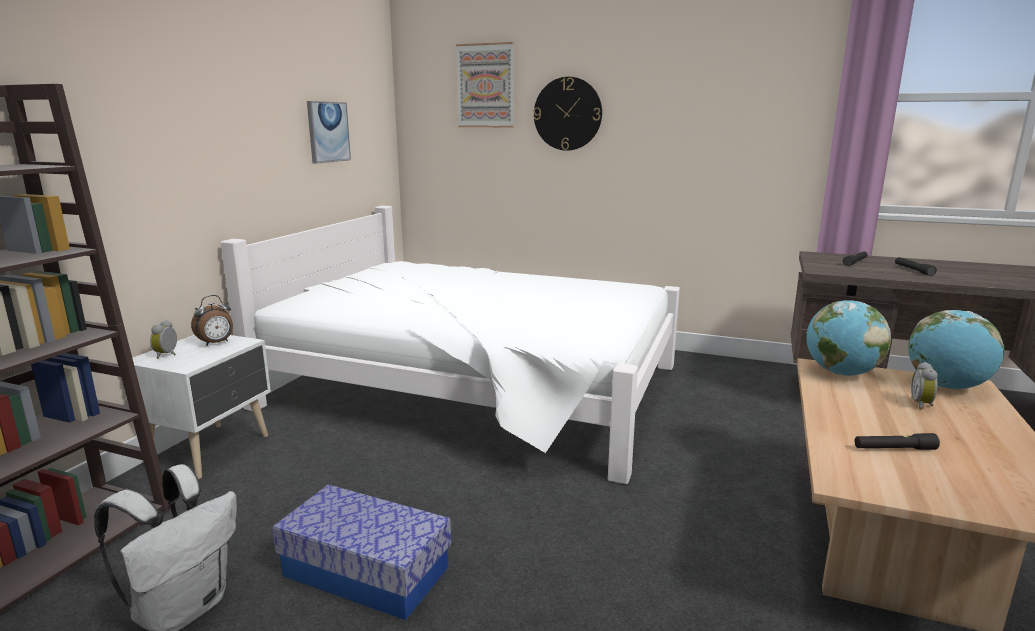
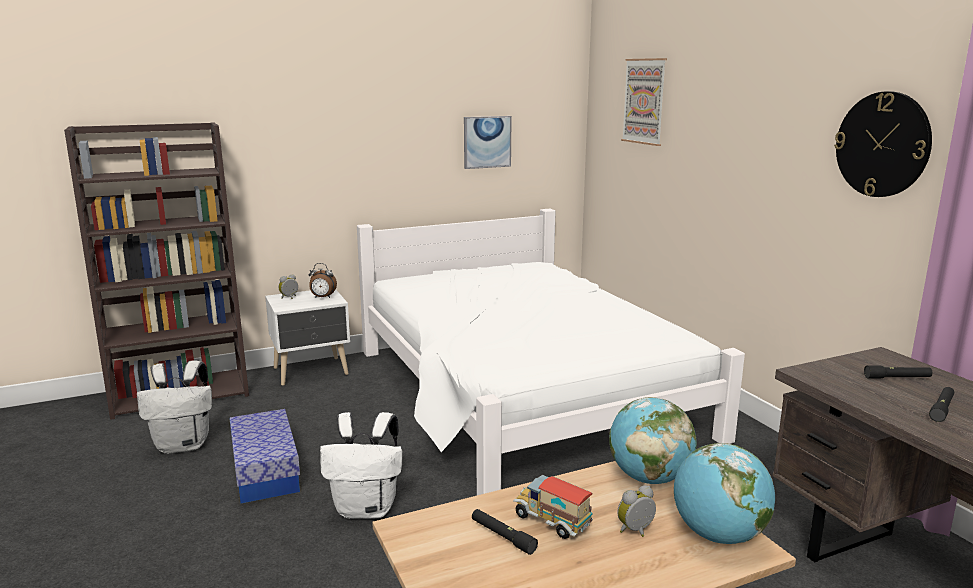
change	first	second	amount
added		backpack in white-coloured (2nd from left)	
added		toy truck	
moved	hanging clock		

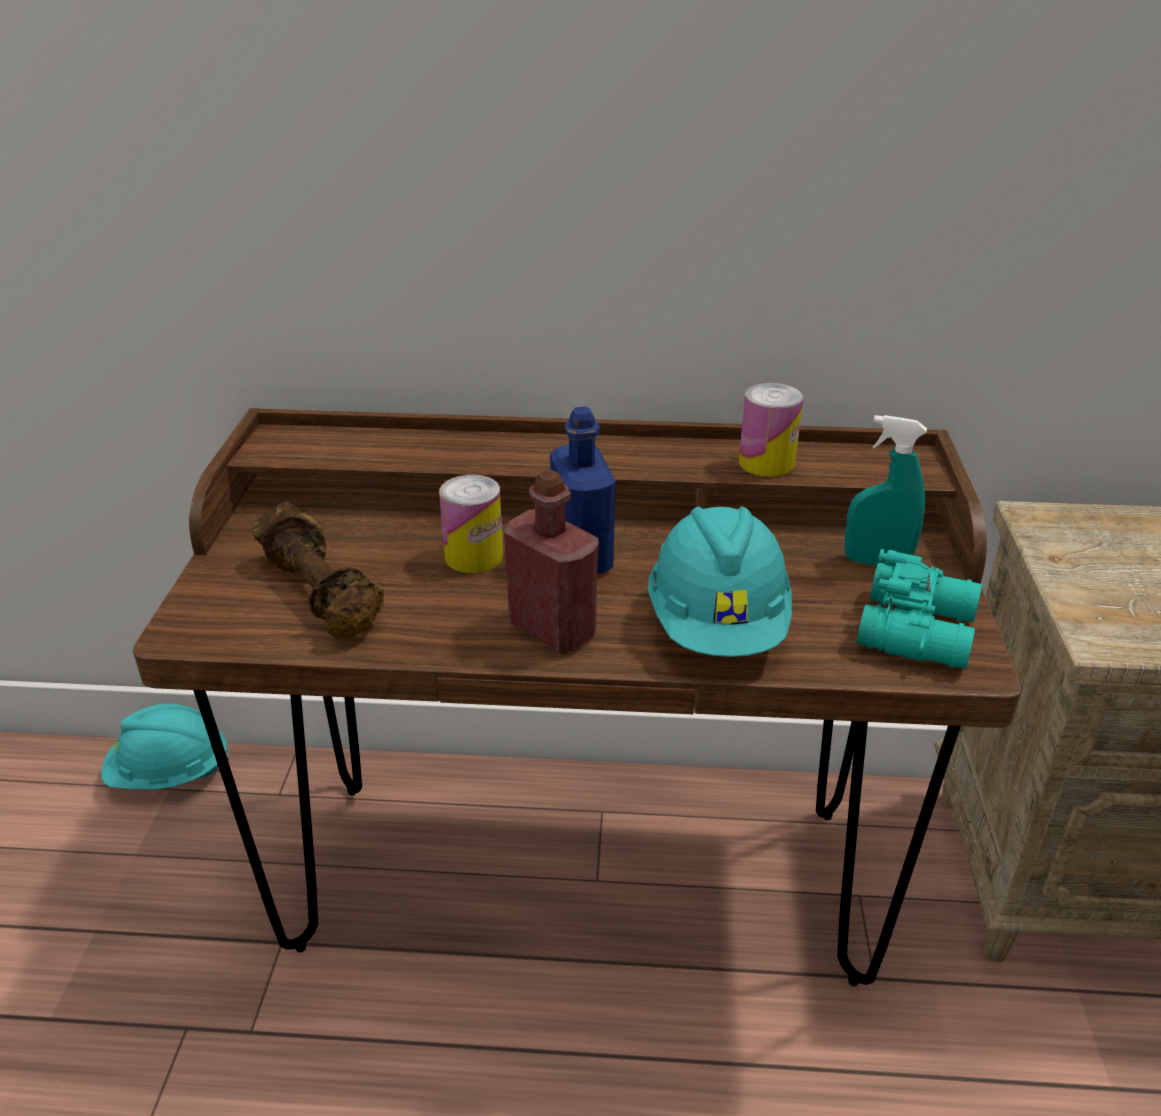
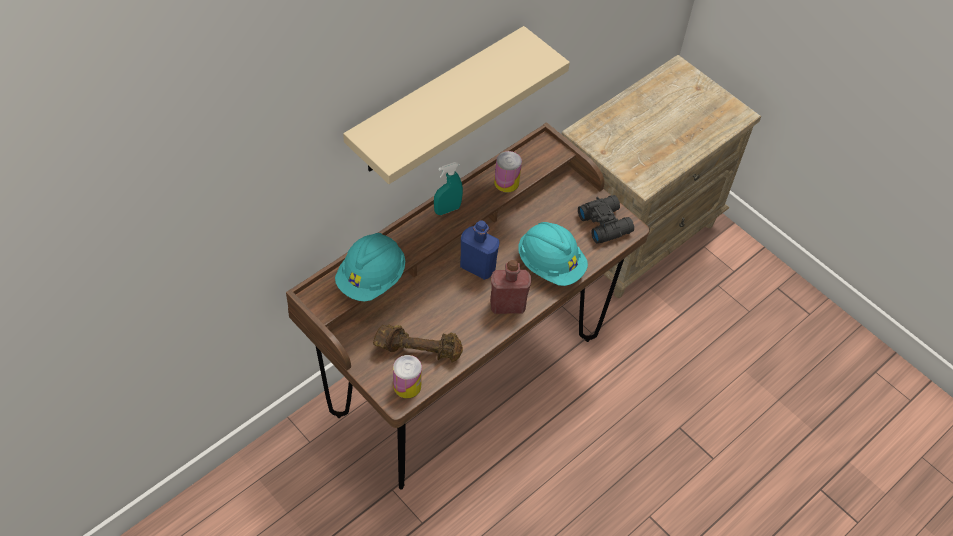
change	first	second	amount
added		wall shelf in beige	
moved	hard hat in blue-green (1st from left)		
moved	sealed can (1st from left)		
moved	hand sprayer in blue-green		
recoloured	pair of binoculars in blue-green	pair of binoculars in blackish	

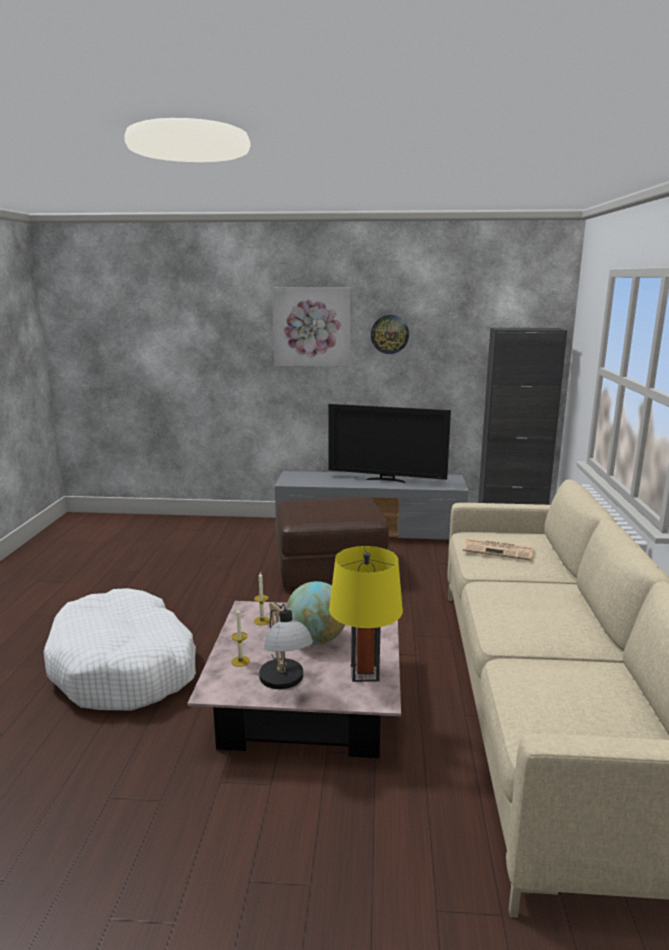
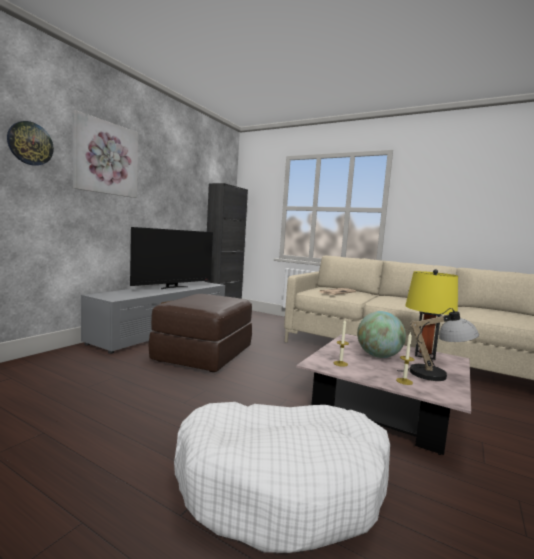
change	first	second	amount
moved	hanging clock		

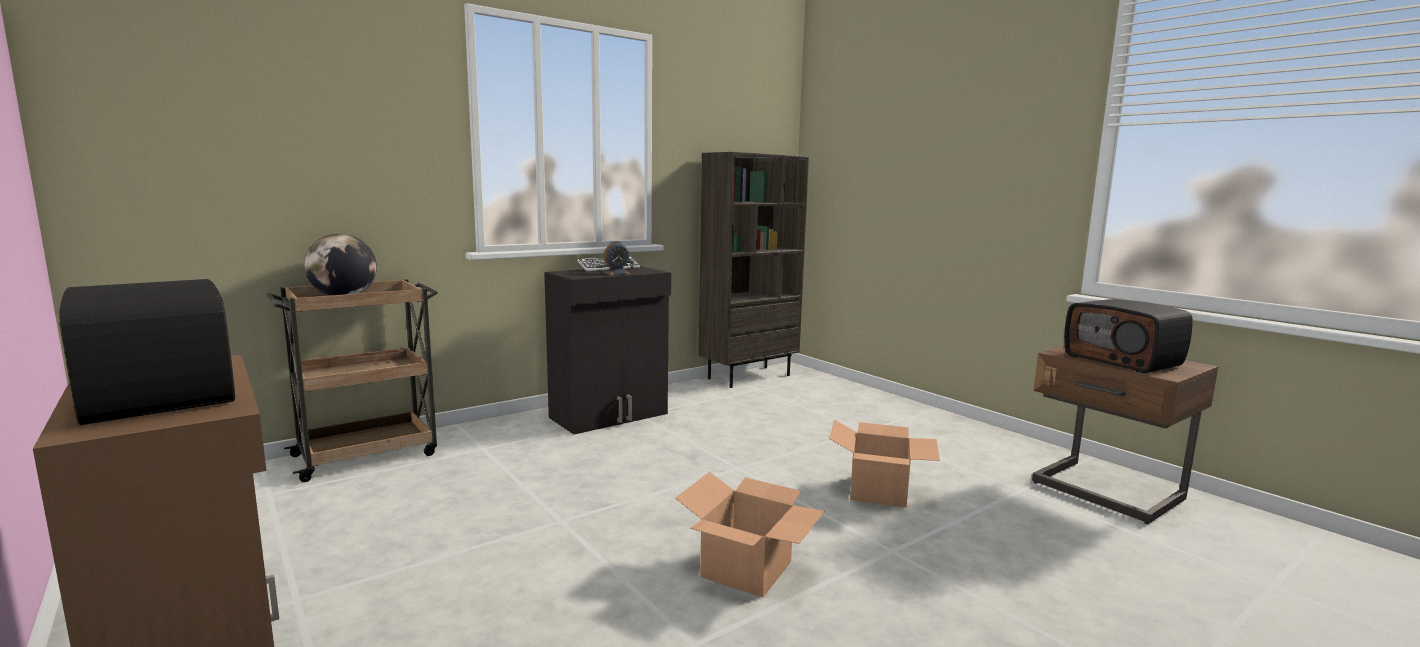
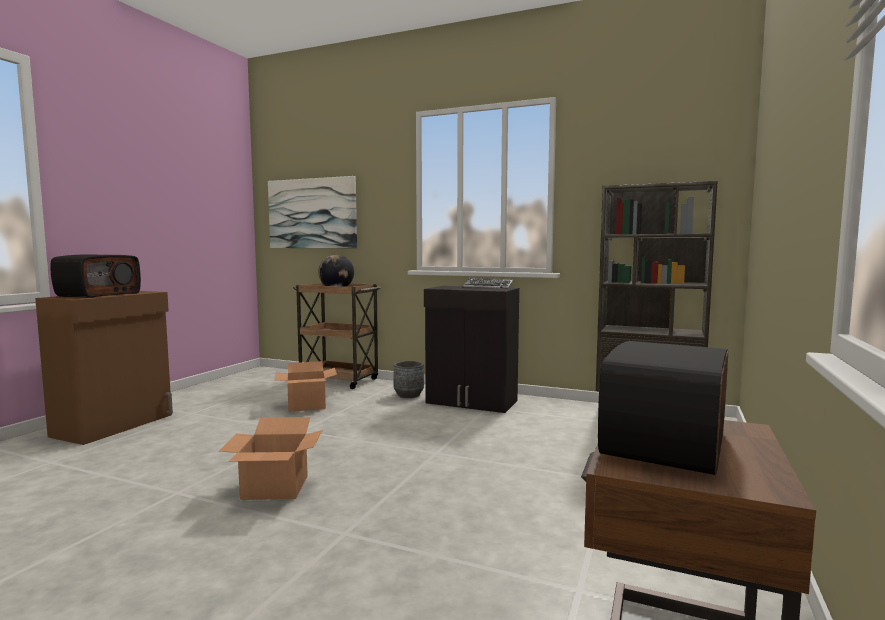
change	first	second	amount
removed	bedside clock		
added		wall picture	
added		flower pot in greyish	
moved	packing box (2nd from left)		

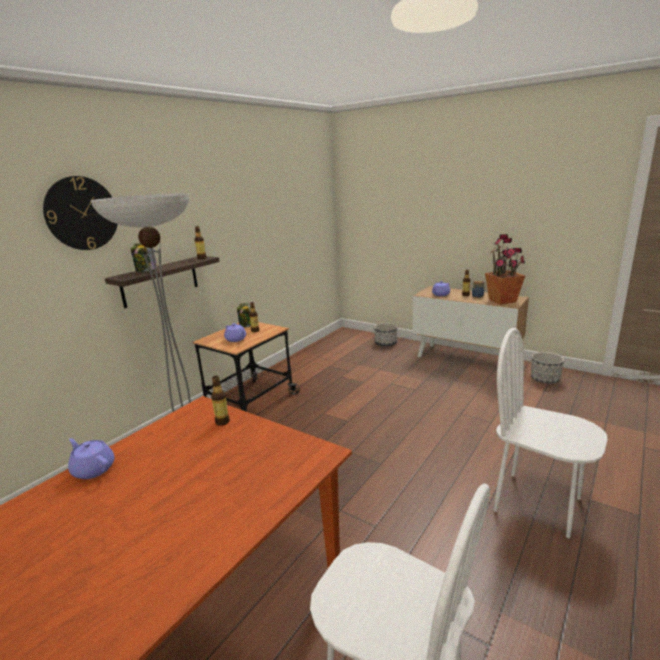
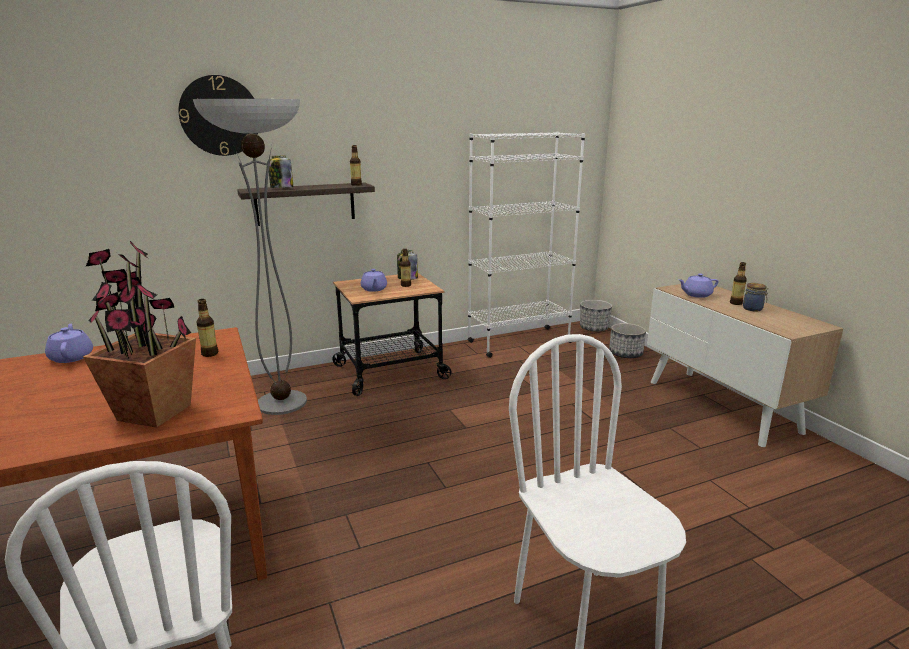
change	first	second	amount
added		bookshelf in white-coloured	
moved	houseplant		
moved	flower pot (2nd from left in the first image)	flower pot (1st from left)	

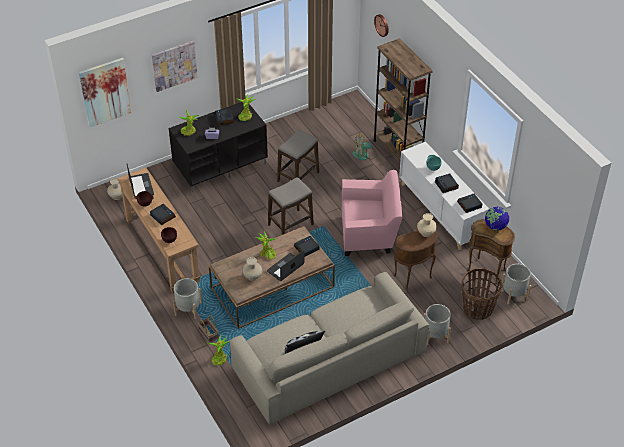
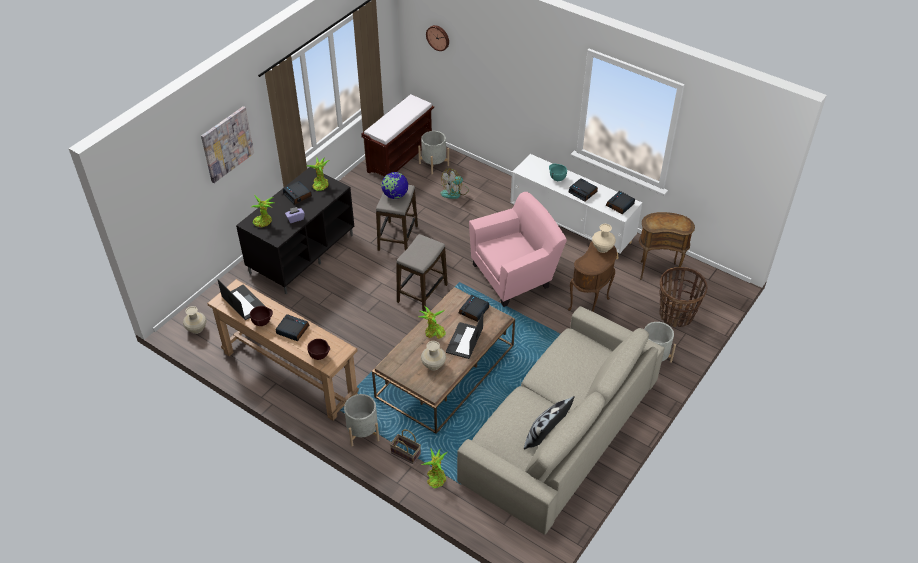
change	first	second	amount
removed	wall picture (1st from left)		
removed	bookshelf in brown		
added		long seat in brown	
moved	globe		
moved	flower pot in greyish (3rd from left in the first image)	flower pot in greyish (2nd from left)	

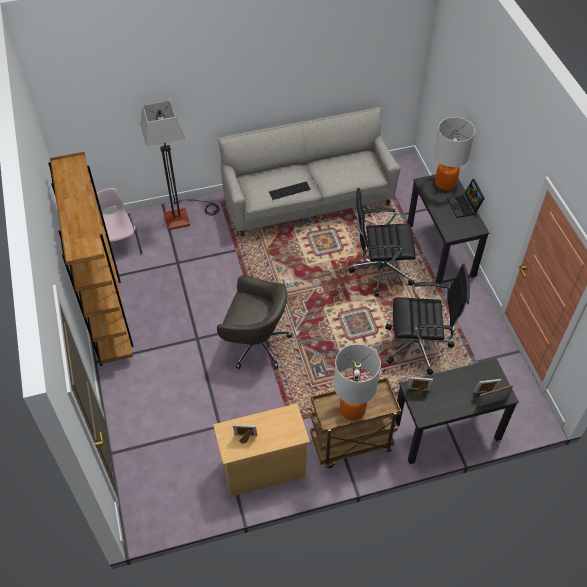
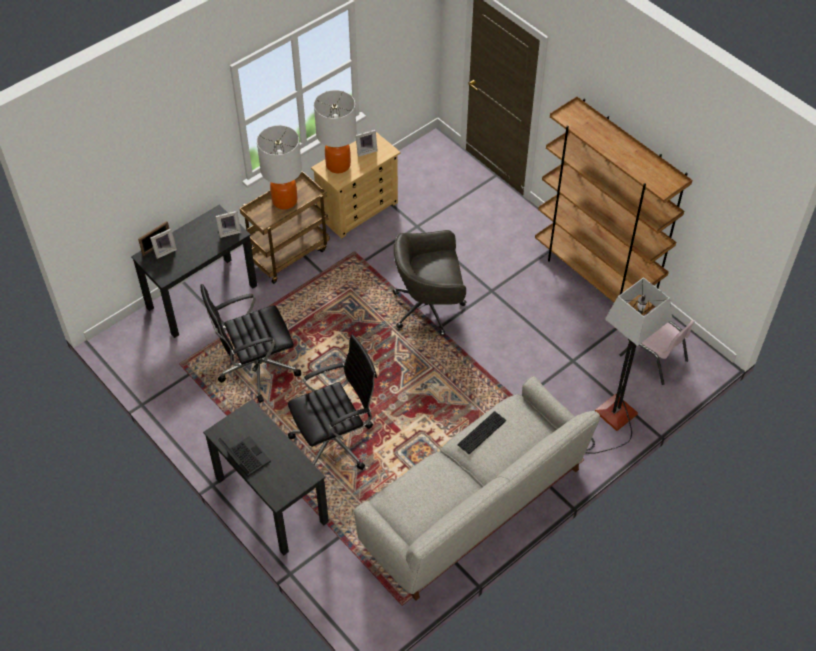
change	first	second	amount
moved	table lamp (2nd from left)		

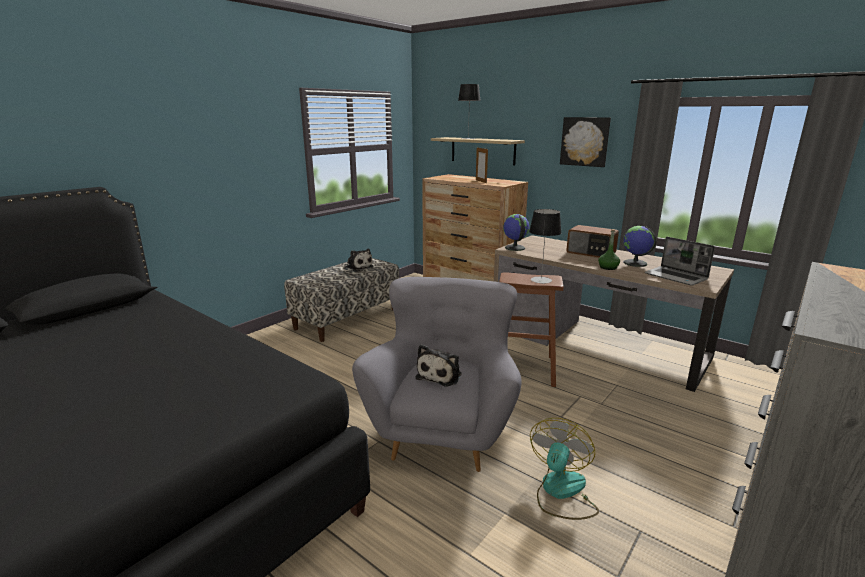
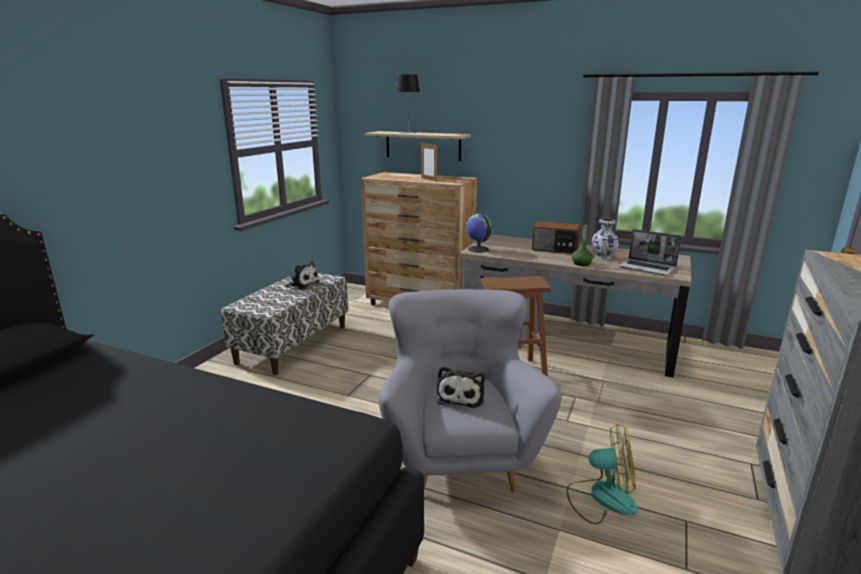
change	first	second	amount
removed	table lamp (2nd from left)		
removed	wall picture		
replaced	globe (2nd from left)	flower vase	
turned	cooling fan		90 degrees clockwise

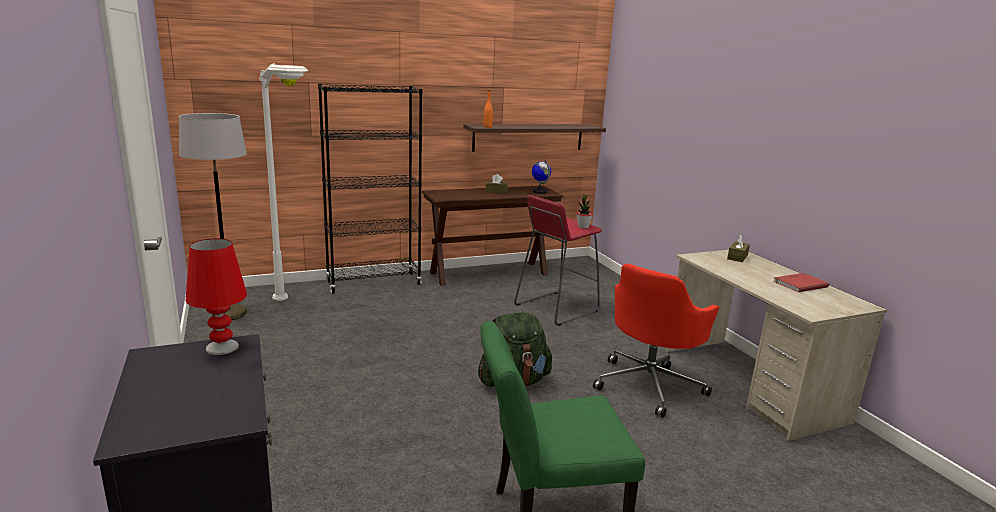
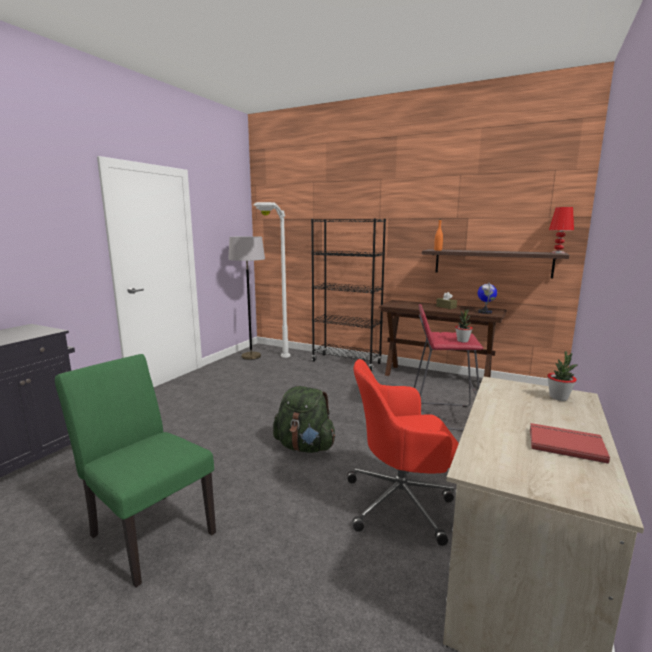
change	first	second	amount
moved	table lamp in red-coloured		
replaced	tissue box in brown (2nd from left)	houseplant (2nd from left)	

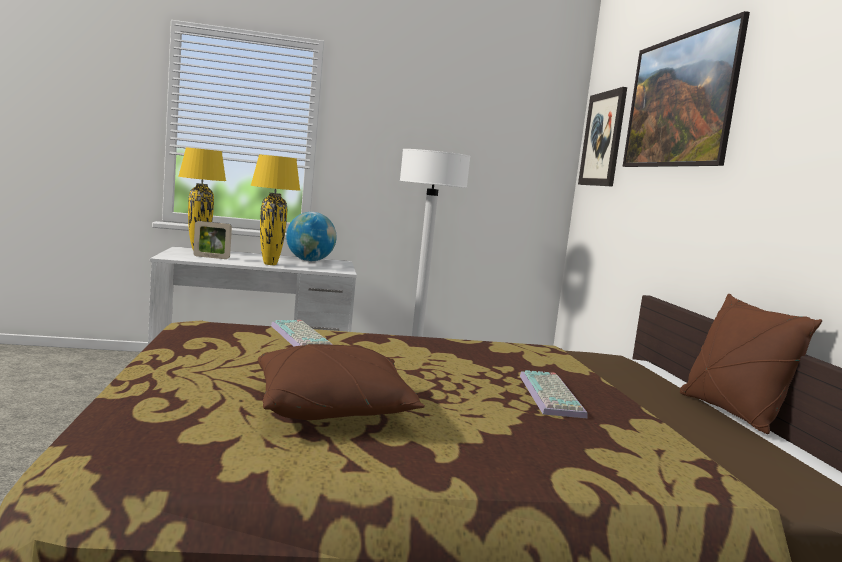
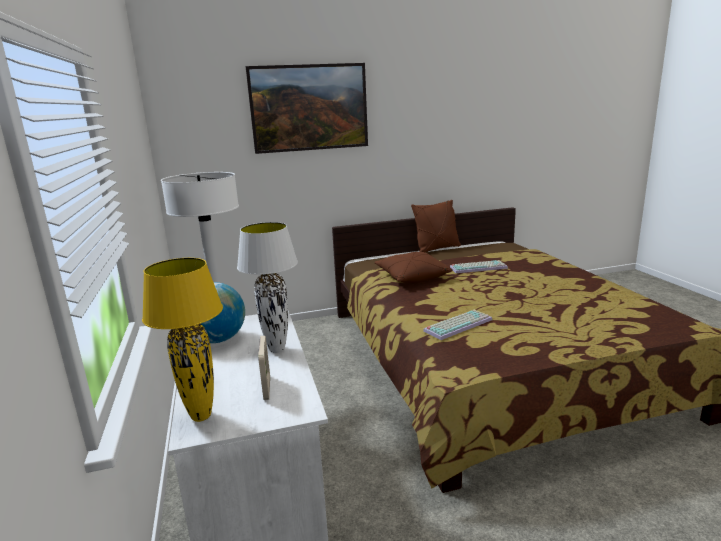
change	first	second	amount
removed	wall picture (1st from left)		
moved	cushion in brown (1st from left)		
recoloured	table lamp in yellow (2nd from left)	table lamp in white-coloured	

